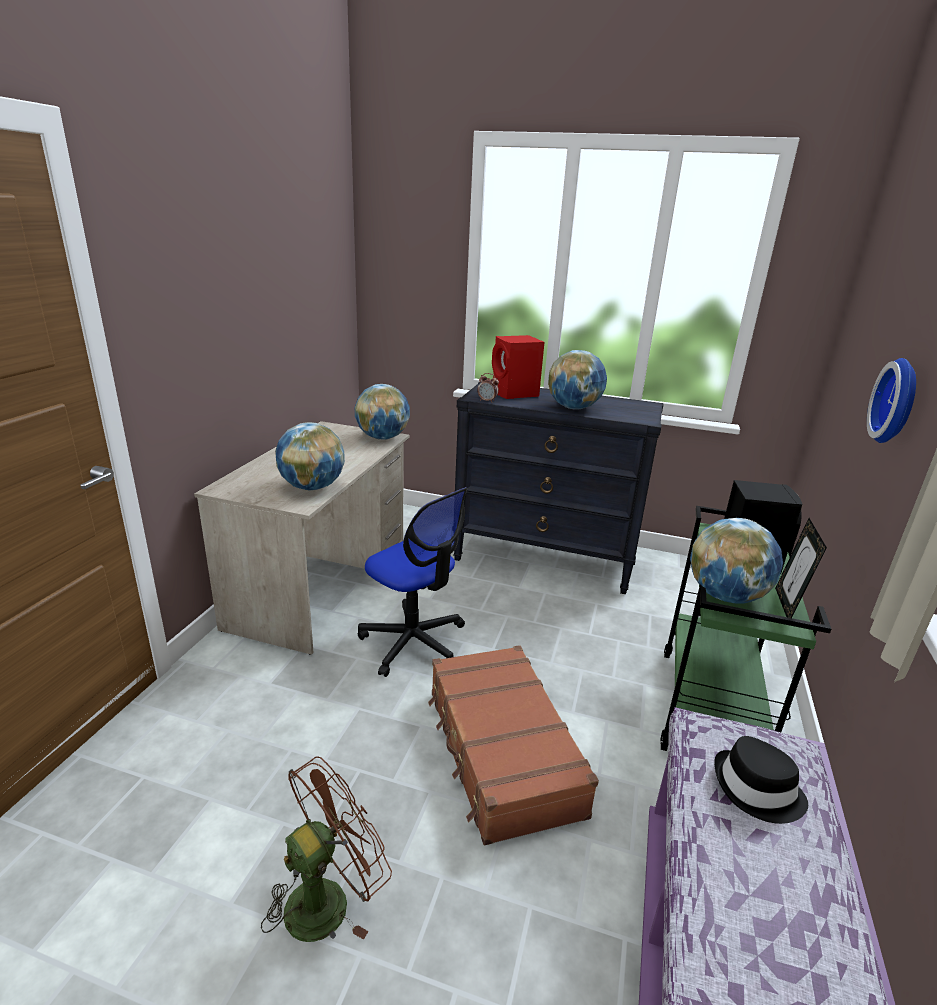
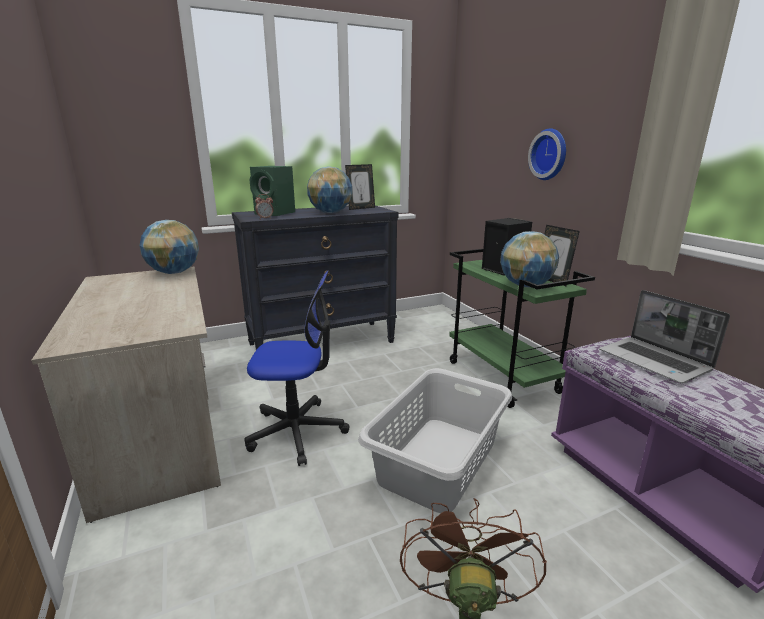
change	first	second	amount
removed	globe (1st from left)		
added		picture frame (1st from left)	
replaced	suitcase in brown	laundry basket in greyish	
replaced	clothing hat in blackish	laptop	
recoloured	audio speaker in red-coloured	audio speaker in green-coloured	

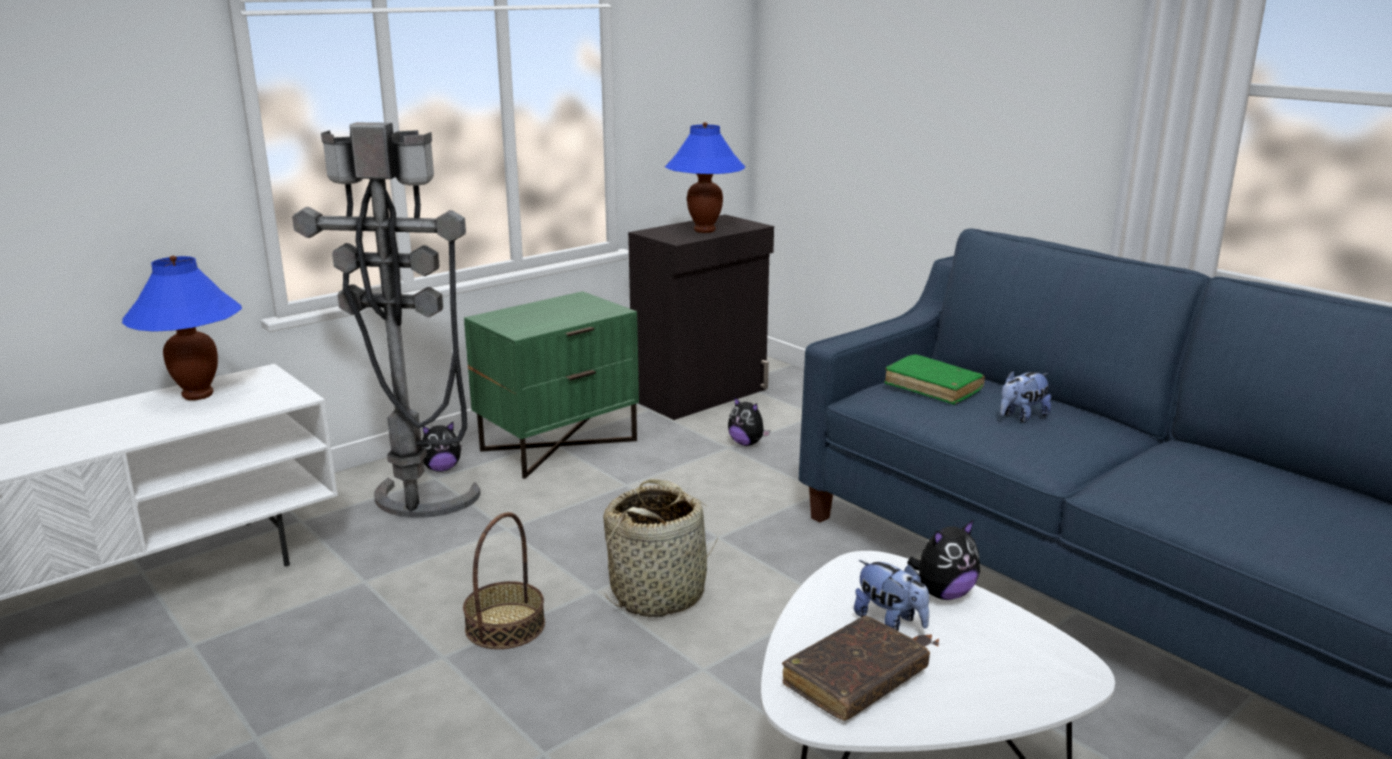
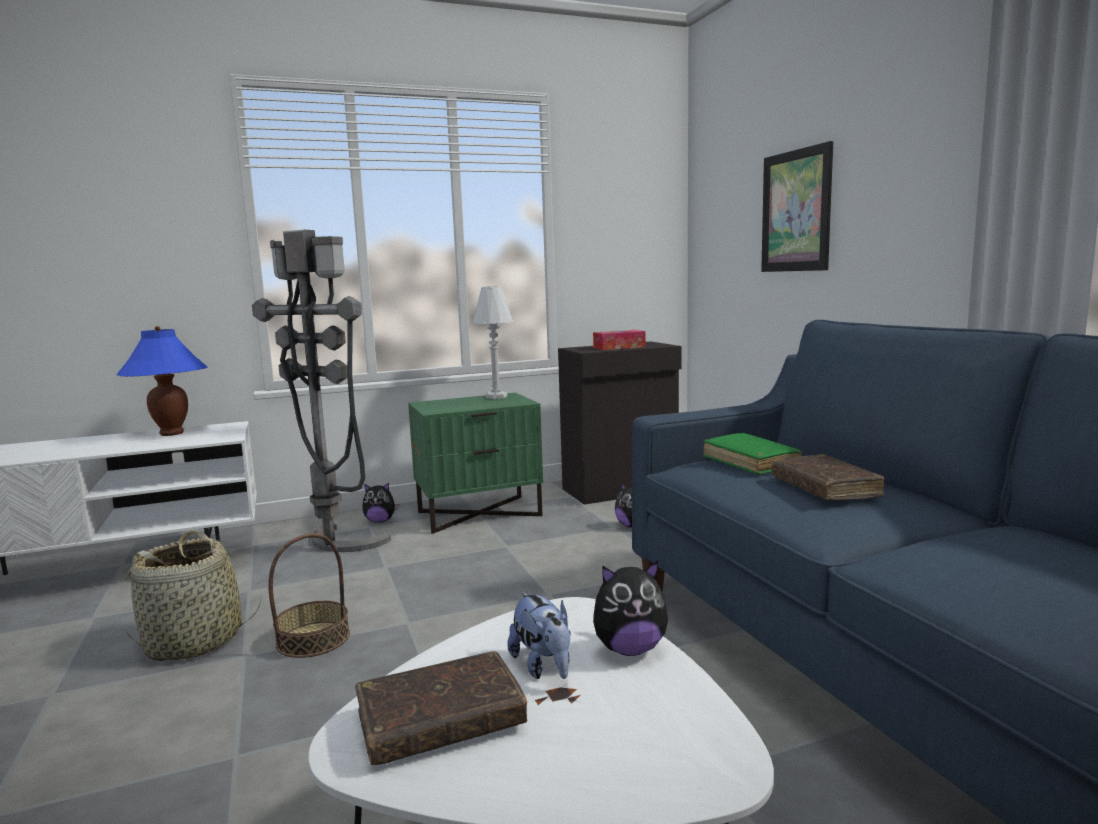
change	first	second	amount
added		table lamp in white-coloured	
added		wall picture	
moved	storage basket (2nd from left in the first image)	storage basket (1st from left)	
replaced	table lamp in blue-coloured (2nd from left)	tissue box	
replaced	soft toy (5th from left)	volume in brown (2nd from left)	

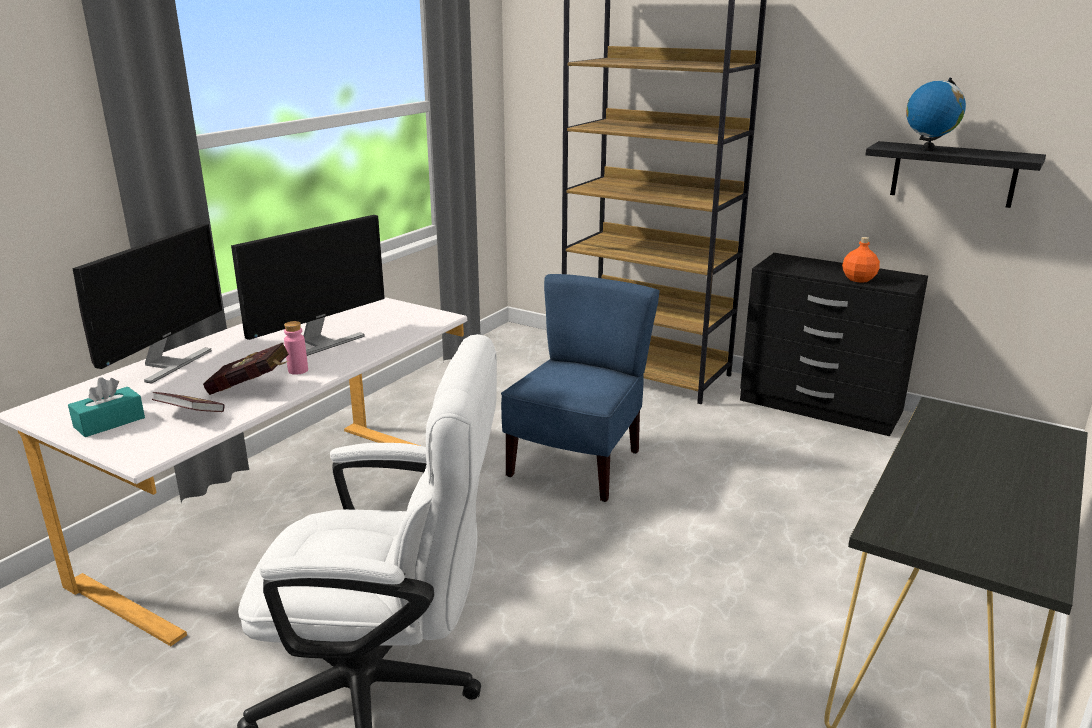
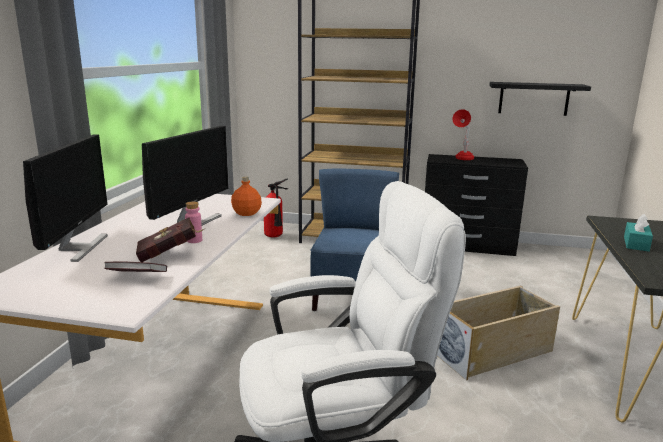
change	first	second	amount
removed	globe		
added		fire extinguisher	
added		storage bin in beige	
added		table lamp in red-coloured	
moved	tissue box in blue-green		
moved	bottle in orange		

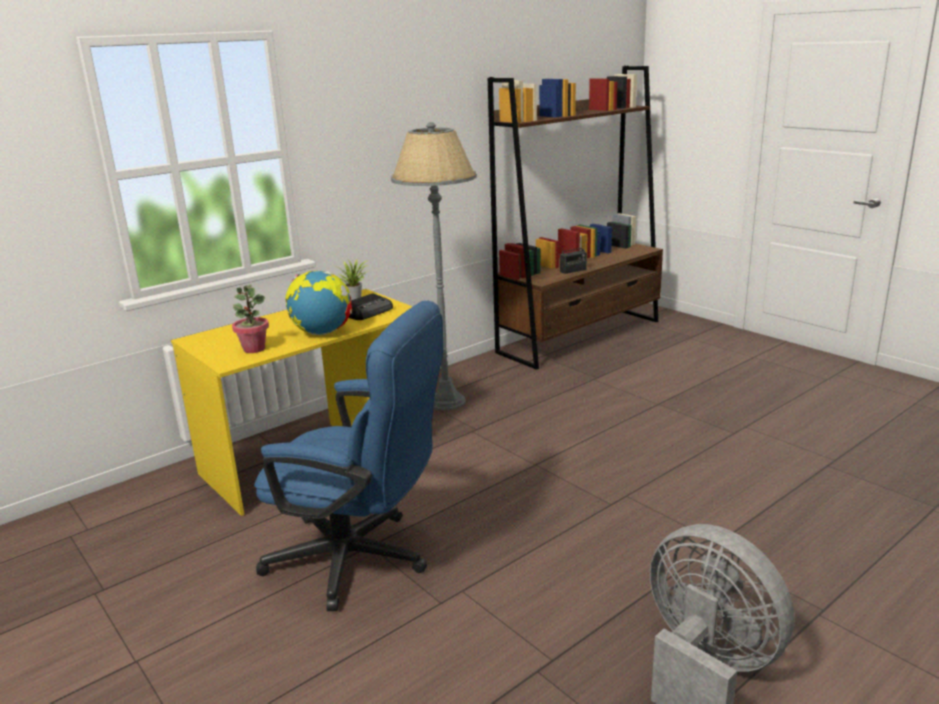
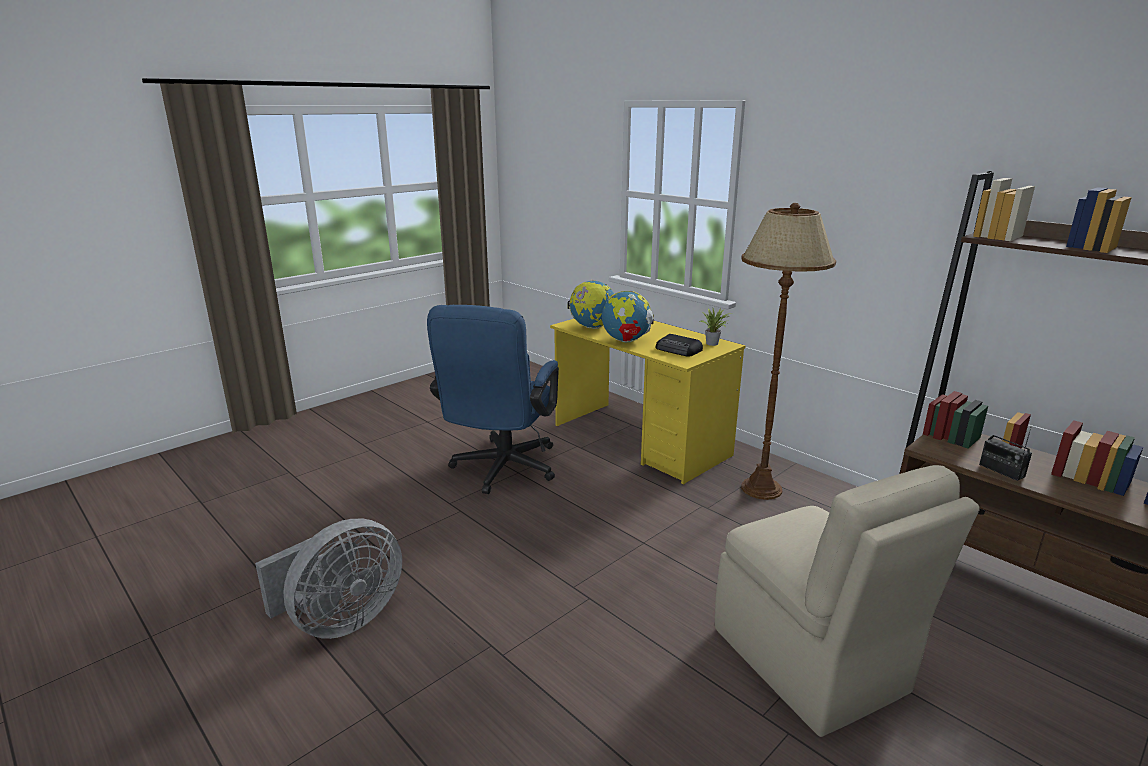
change	first	second	amount
added		upright chair in beige	
replaced	houseplant (1st from left)	globe (1st from left)	
recoloured	standard lamp in greyish	standard lamp in brown	

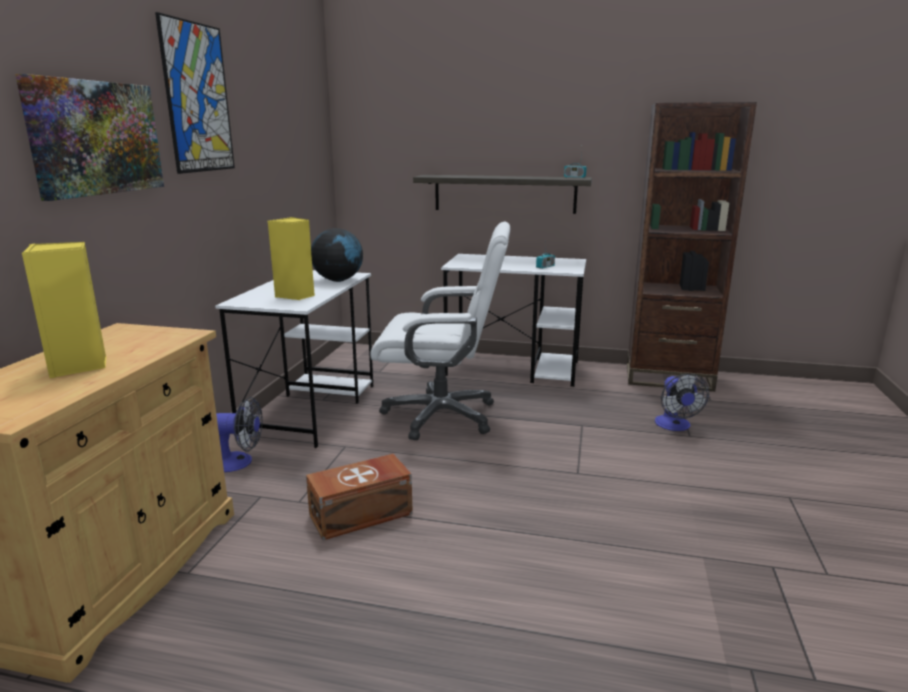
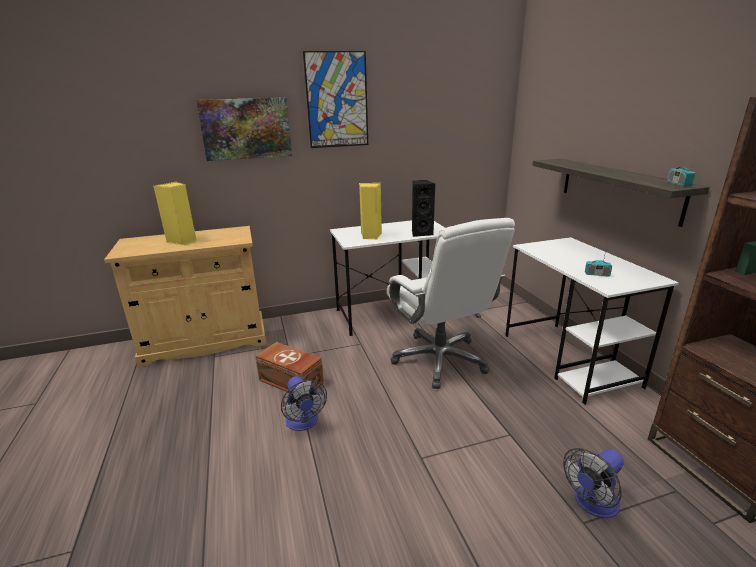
change	first	second	amount
moved	cooling fan (1st from left)		
replaced	globe	audio speaker in blackish	

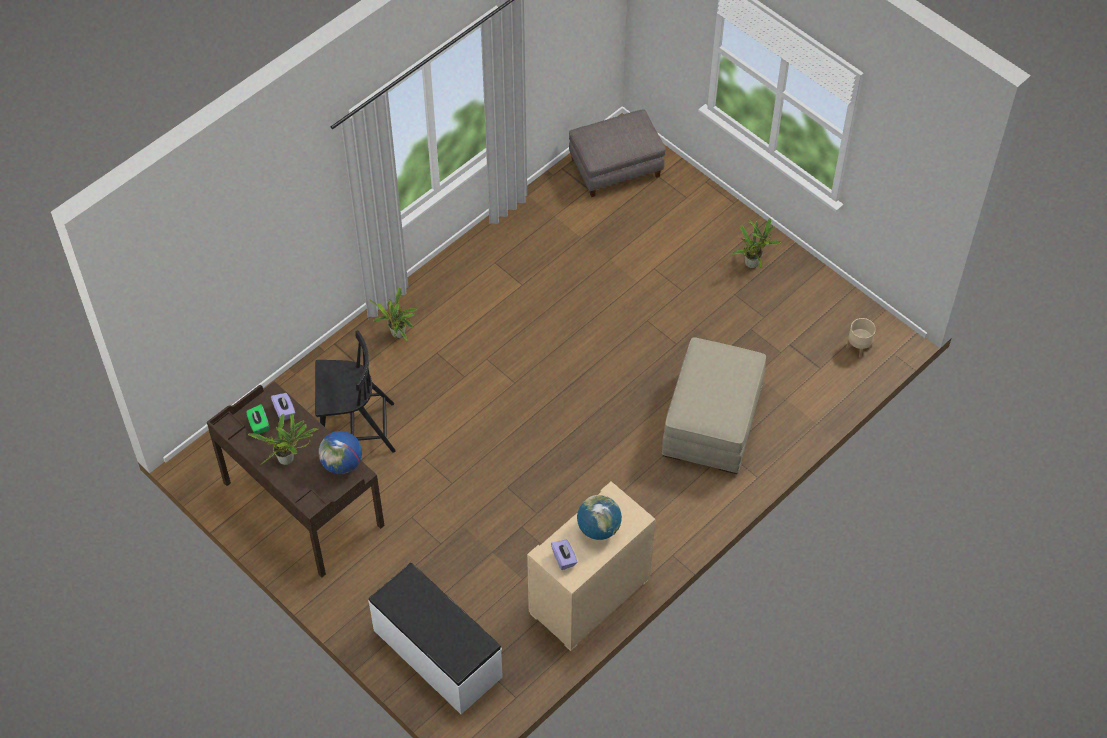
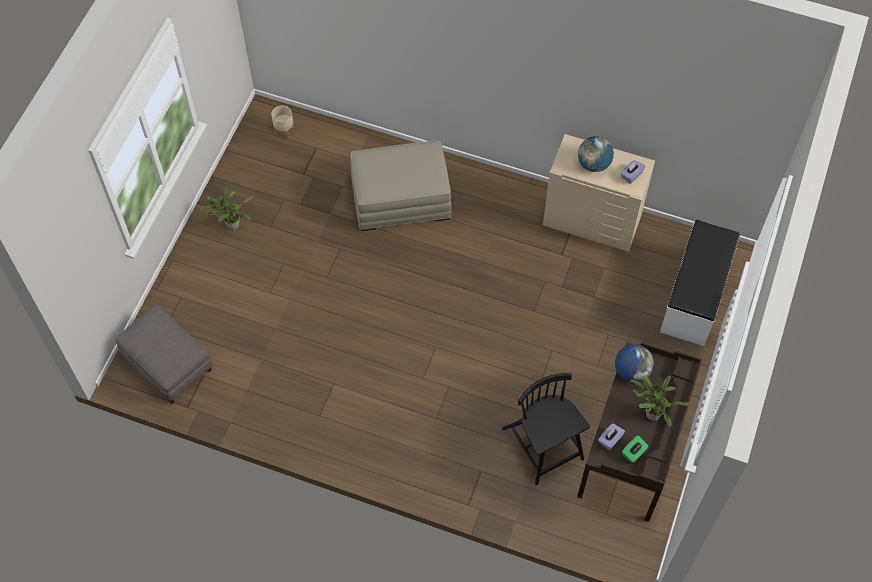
change	first	second	amount
removed	houseplant (2nd from left)		

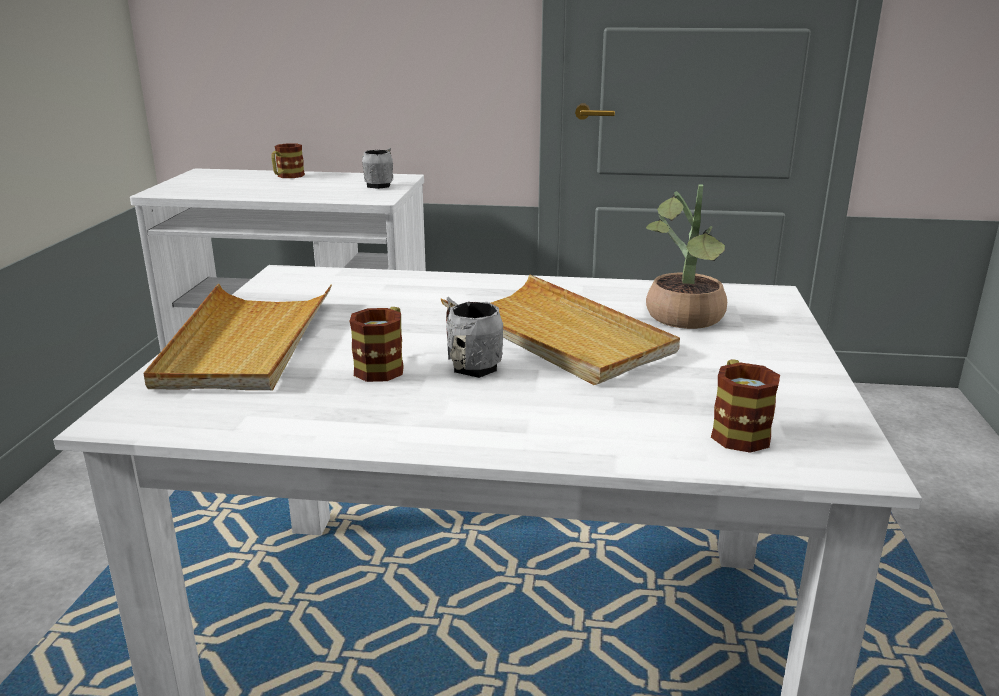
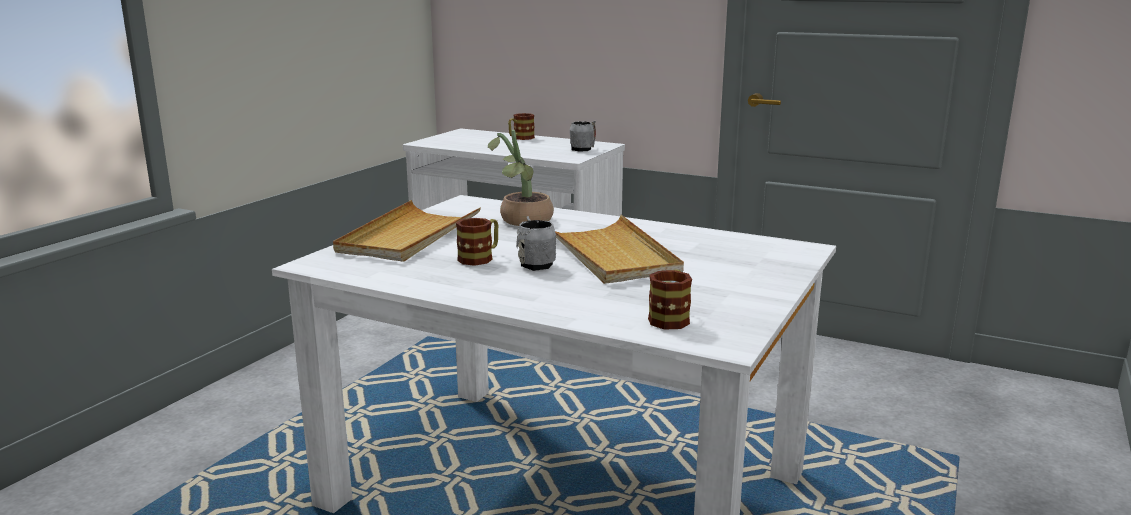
change	first	second	amount
moved	houseplant		

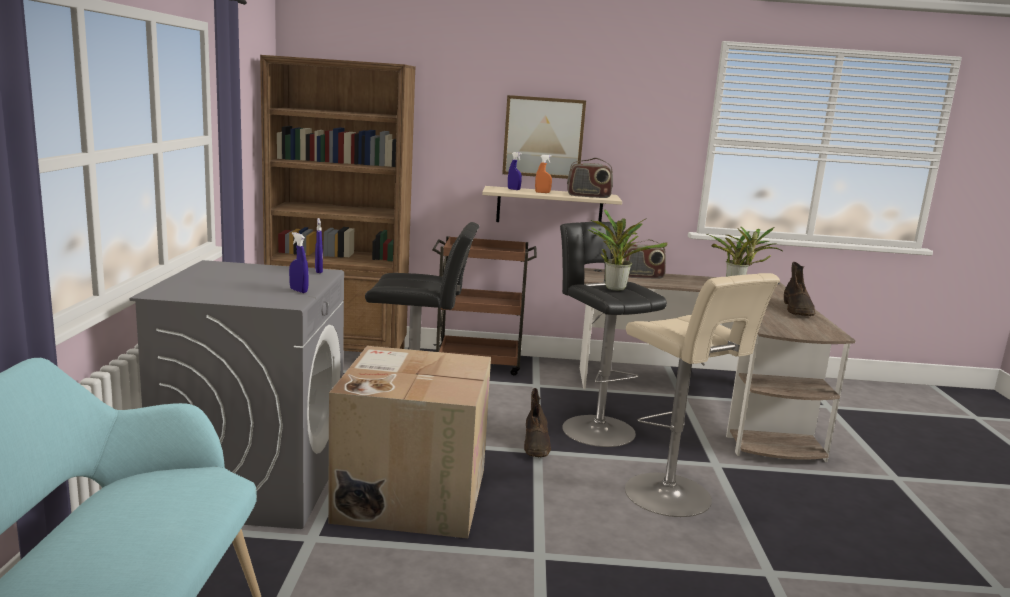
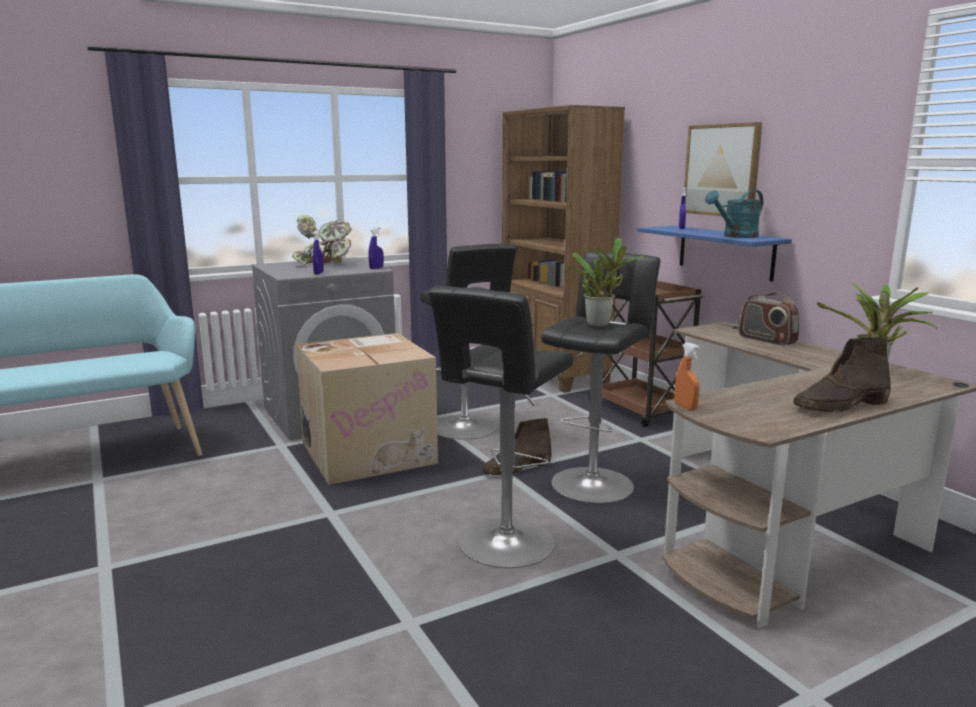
change	first	second	amount
added		houseplant (1st from left)	
moved	hand sprayer in orange		
replaced	radio (1st from left)	watering can in blue-green	
recoloured	wall shelf in beige	wall shelf in blue-coloured	
recoloured	stool in beige	stool in blackish (2nd from left)	

